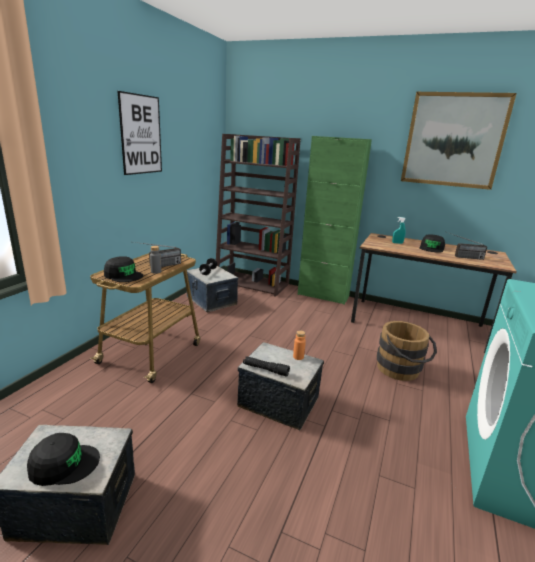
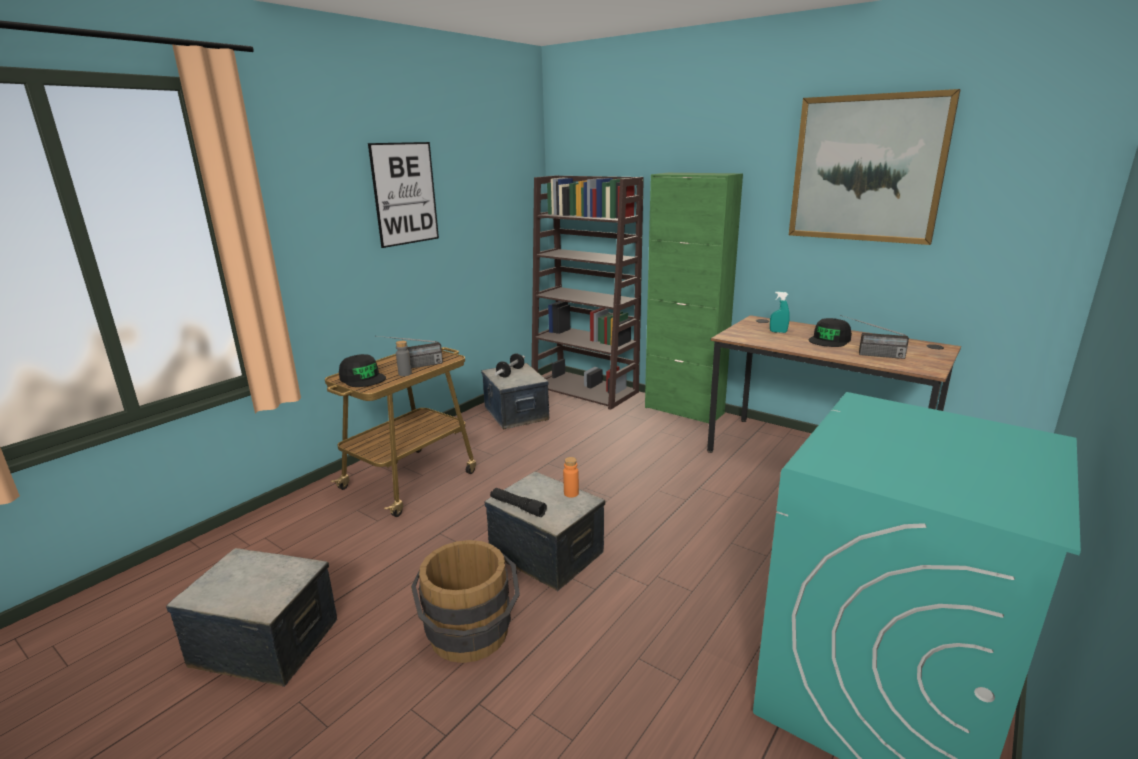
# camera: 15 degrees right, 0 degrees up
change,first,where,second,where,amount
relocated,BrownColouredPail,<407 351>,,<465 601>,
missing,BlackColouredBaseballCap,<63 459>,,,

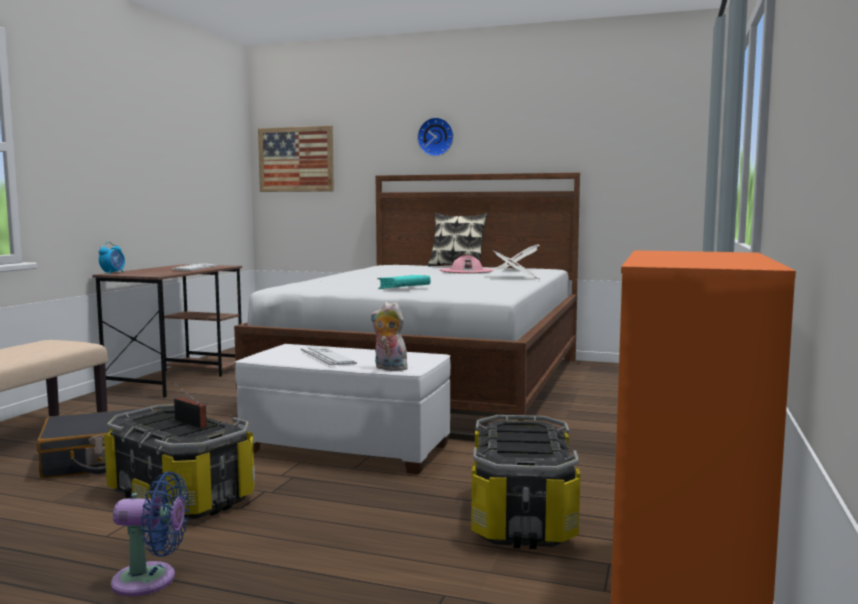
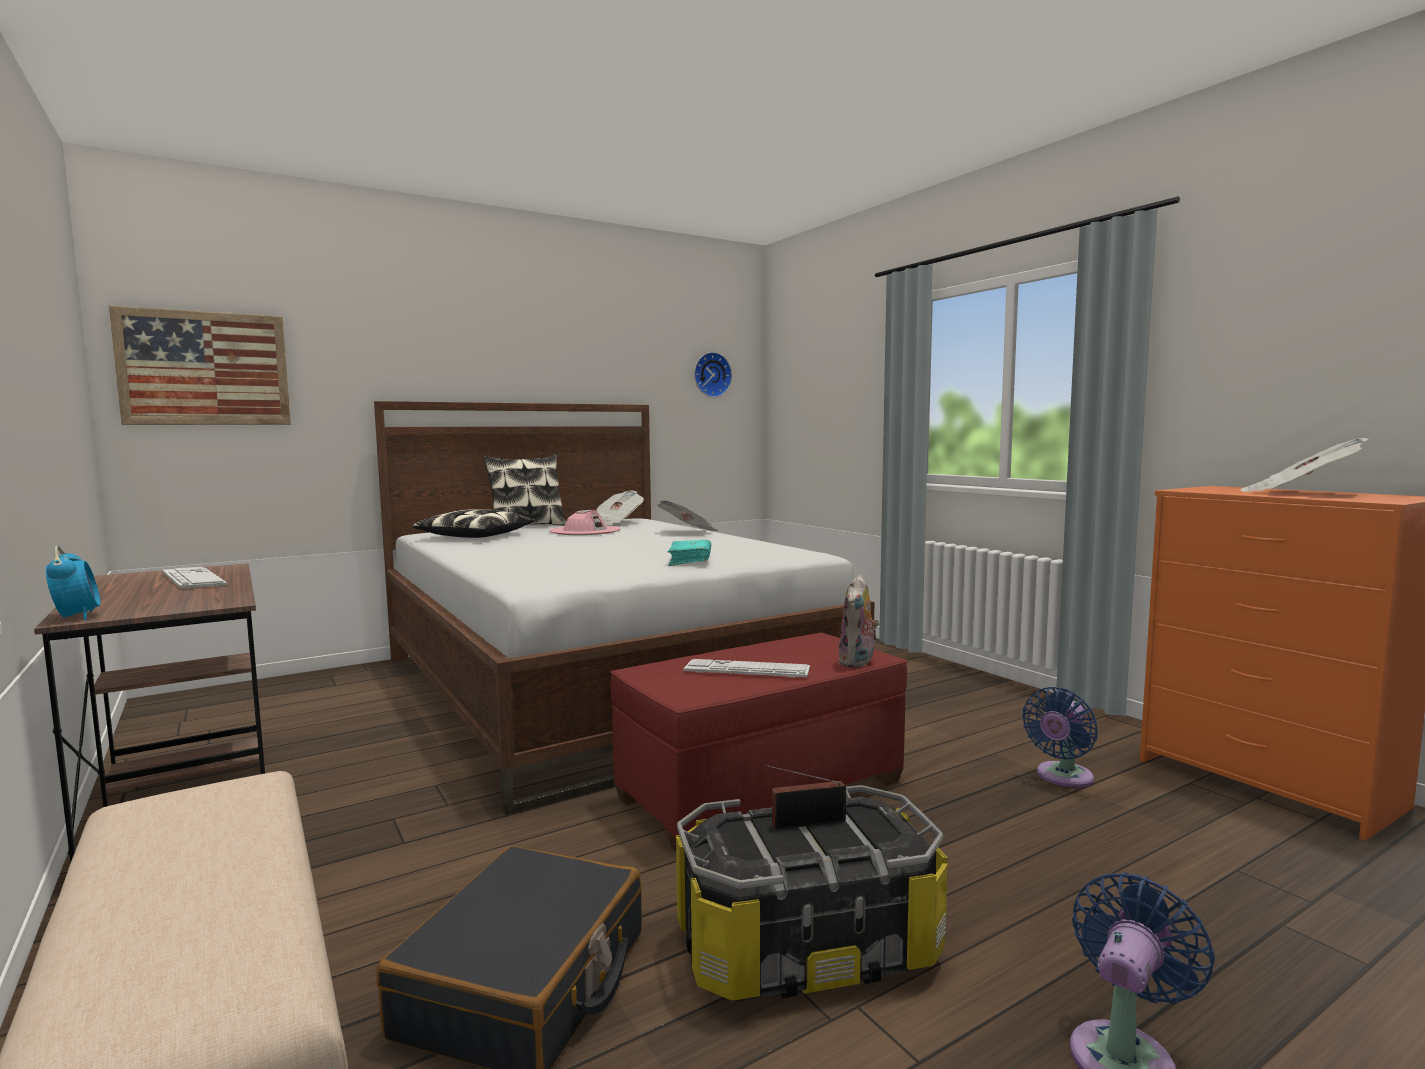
# camera: 50 degrees left, 0 degrees up
change,first,where,second,where,amount
relocated,ClockOnTheWall,<435 136>,,<713 374>,
spun,SoftToy,<389 336>,,<858 621>,45 degrees counterclockwise
colour,WhiteFootrest,<343 409>,ReddishFootrest,<759 741>,
exchanged,StorageContainer,<525 482>,BlueColouredElectricFan,<1060 737>,
appeared,,,Newspaper,<1304 465>,
appeared,,,Pillow,<473 523>,

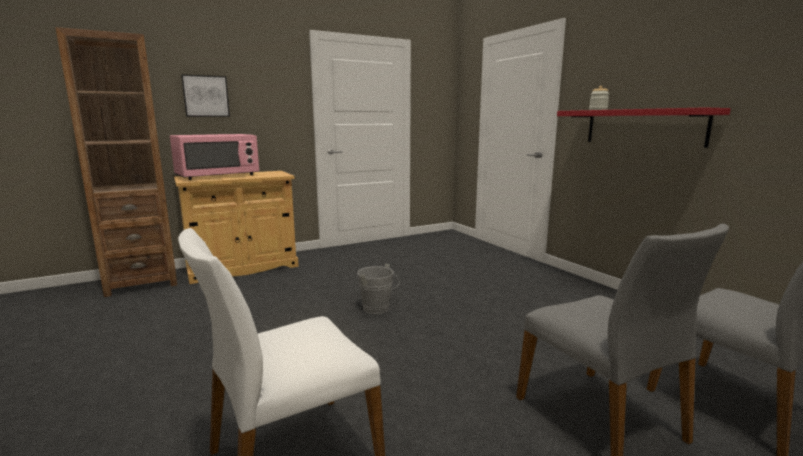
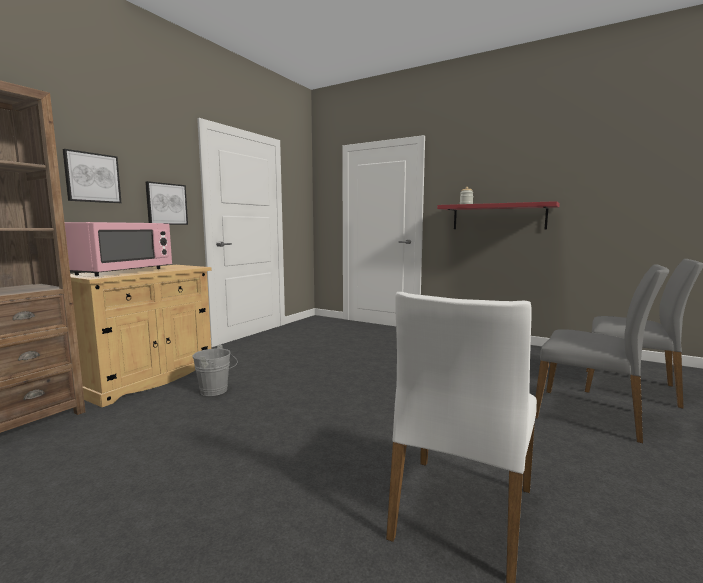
# camera: 30 degrees left, 5 degrees down
change,first,where,second,where,amount
relocated,GreyishPail,<378 288>,,<215 370>,
appeared,,,WallArt,<166 203>,

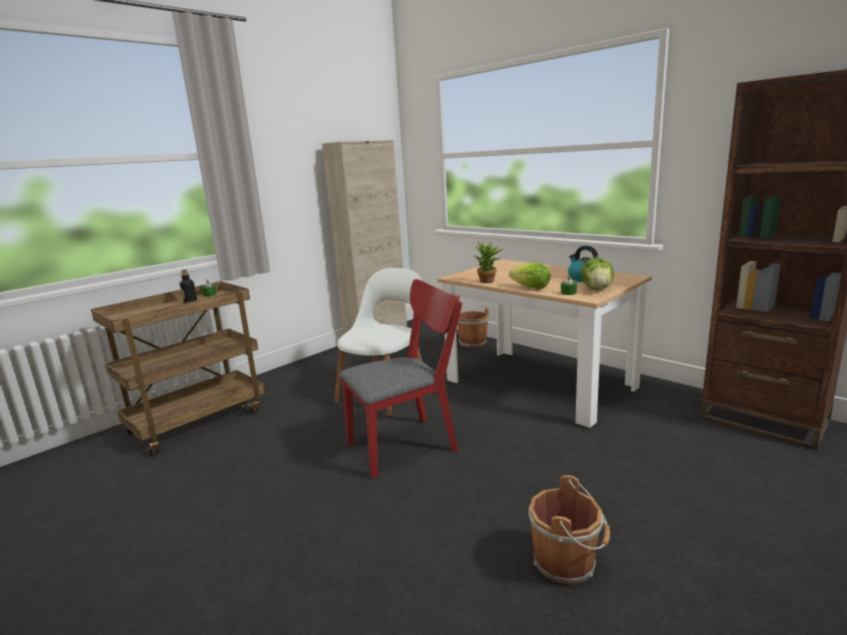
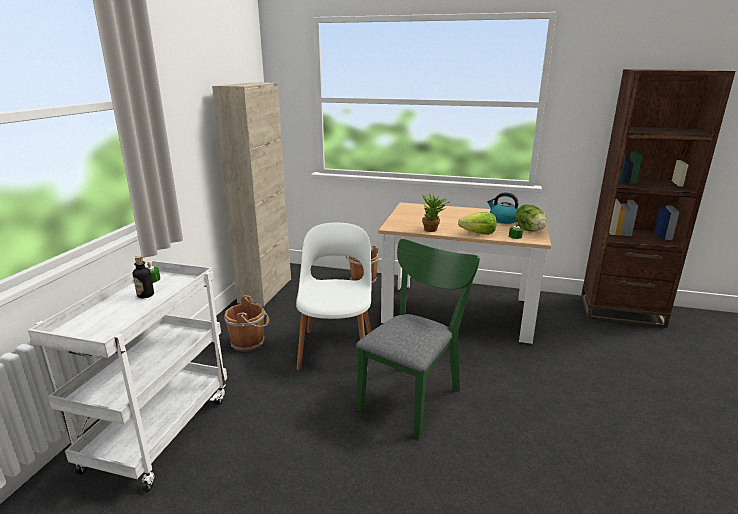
# camera: 30 degrees left, 5 degrees up
change,first,where,second,where,amount
colour,ReddishPlainChair,<401 378>,GreenPlainChair,<418 339>,
colour,BrownColouredWheeledCart,<178 368>,WhiteWheeledCart,<127 376>,
relocated,BrownColouredPail,<569 530>,,<247 323>,

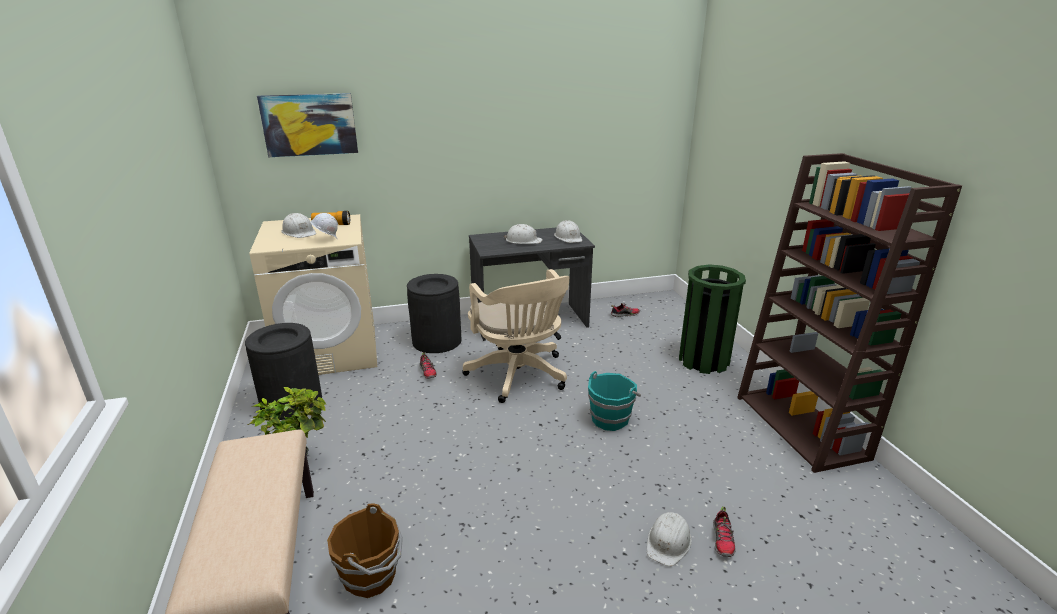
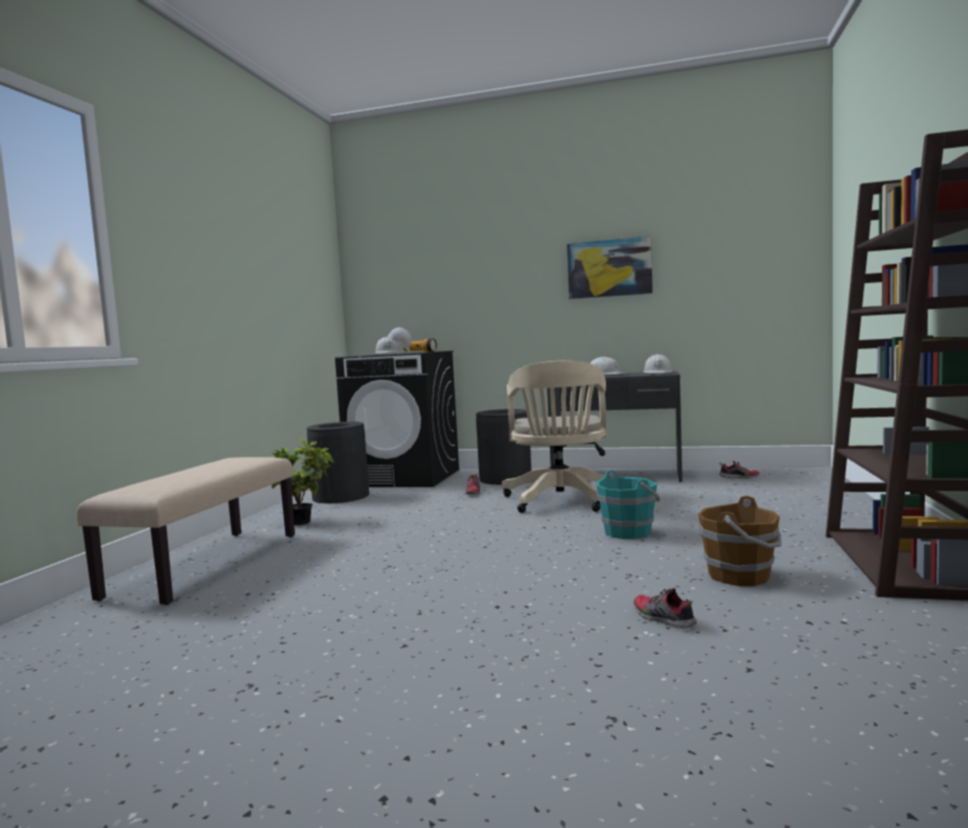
# camera: 30 degrees right, 20 degrees down
change,first,where,second,where,amount
relocated,WallArt,<307 125>,,<610 267>,
colour,BeigeColouredLaundryMachine,<313 294>,BlackColouredLaundryMachine,<397 419>,
missing,GreenTrashCan,<712 319>,,,
relocated,BrownColouredPail,<365 550>,,<739 541>,
spun,ItemOfFootwear,<724 531>,,<665 608>,105 degrees clockwise
missing,WhiteWorkHelmet,<669 539>,,,

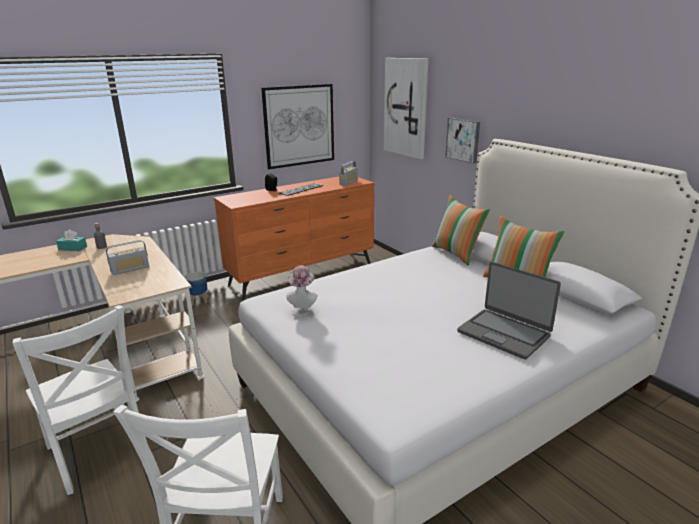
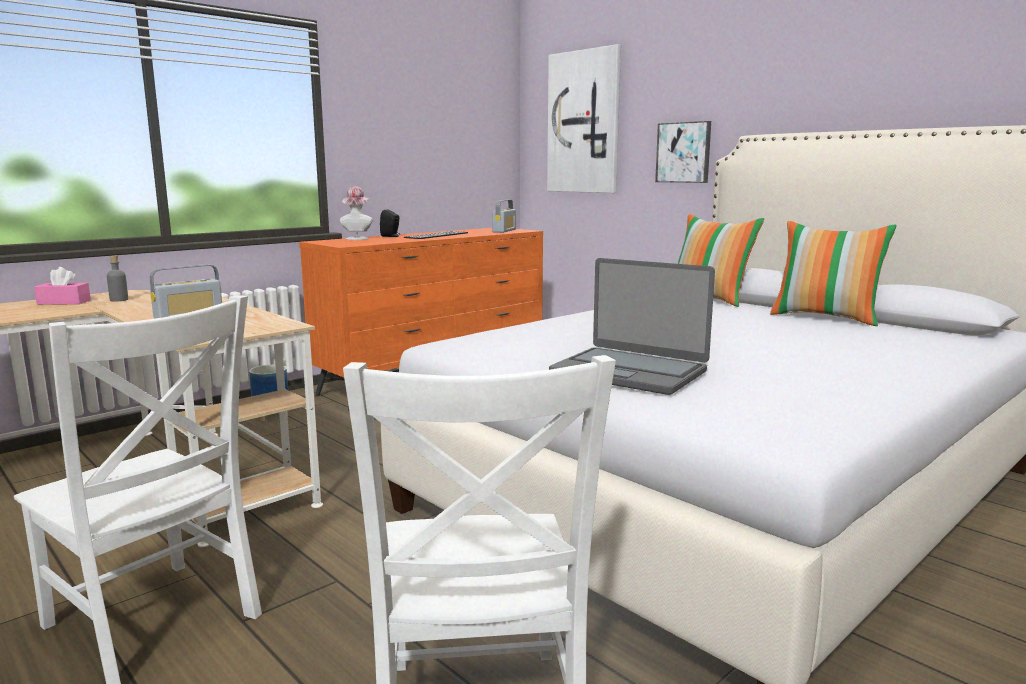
# camera: 10 degrees left, 10 degrees down
change,first,where,second,where,amount
missing,WallArt,<297 126>,,,
colour,TurquoiseTissueHolder,<71 240>,PinkColouredTissueHolder,<62 286>,
relocated,PortableComputer,<509 311>,,<632 326>,
relocated,WearableHat,<302 291>,,<356 213>,

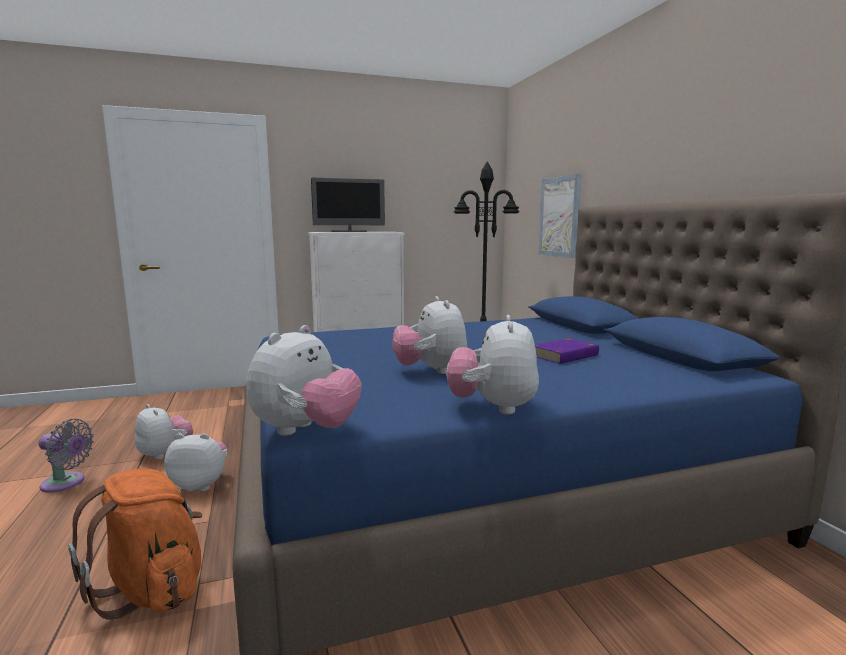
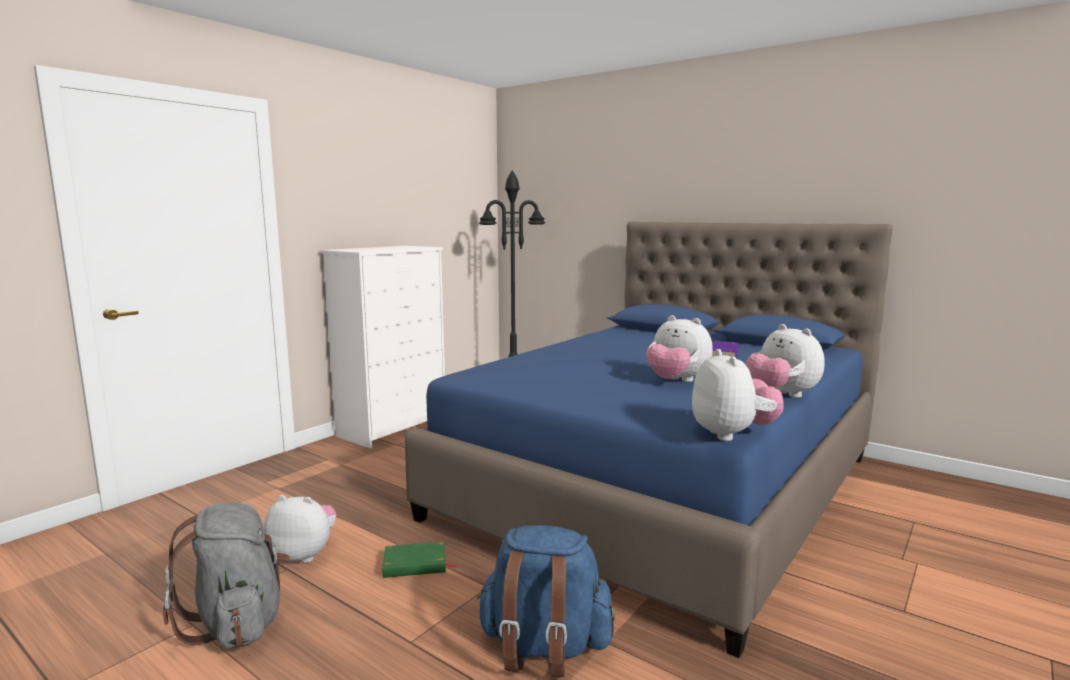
# camera: 35 degrees left, 0 degrees up
change,first,where,second,where,amount
missing,WallArt,<559 215>,,,
missing,ComputerDisplay,<348 205>,,,
exchanged,GreyishElectricFan,<66 456>,GreyishBackpack,<226 575>,
exchanged,SoftToy,<196 463>,GreenVolume,<419 559>,
colour,OrangeBackpack,<135 544>,BlueColouredBackpack,<546 601>,

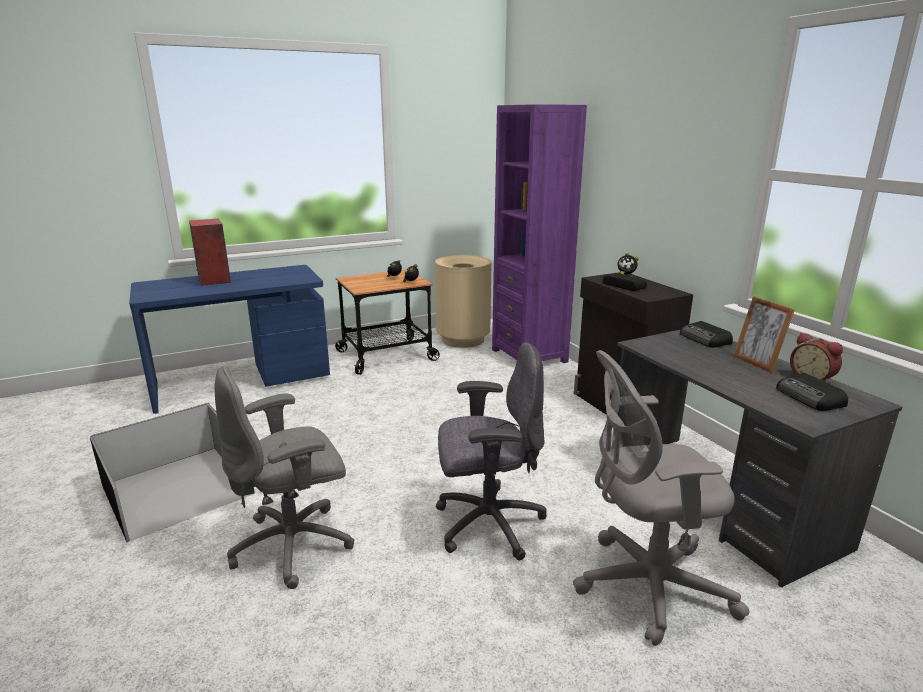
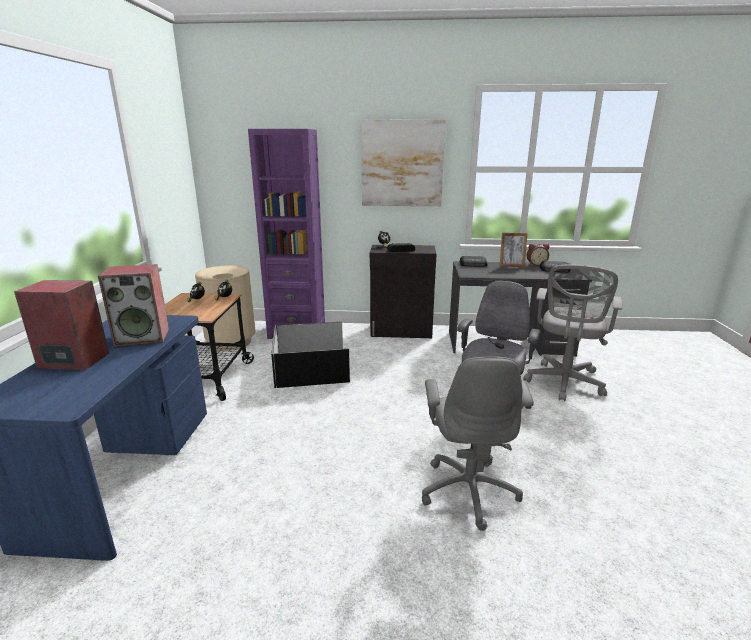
# camera: 60 degrees left, 0 degrees up
change,first,where,second,where,amount
relocated,BlackColouredStorageContainer,<171 472>,,<310 355>,
appeared,,,WallArt,<403 162>,
appeared,,,Loudspeaker,<133 305>,

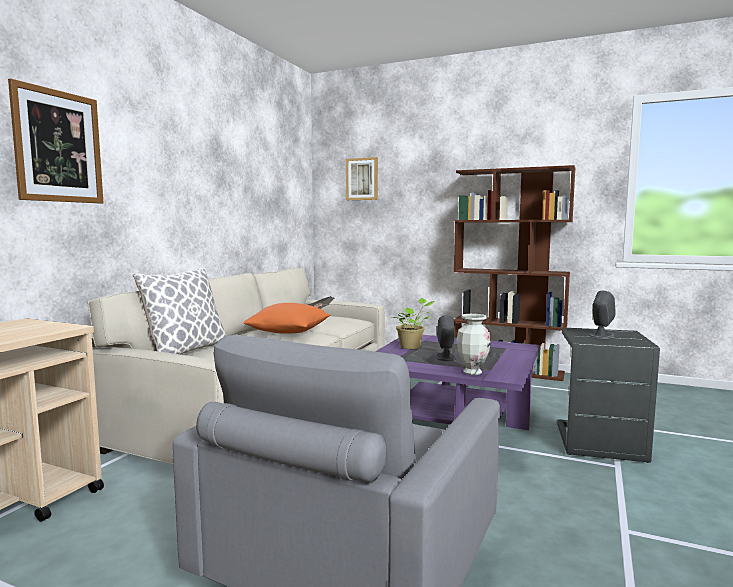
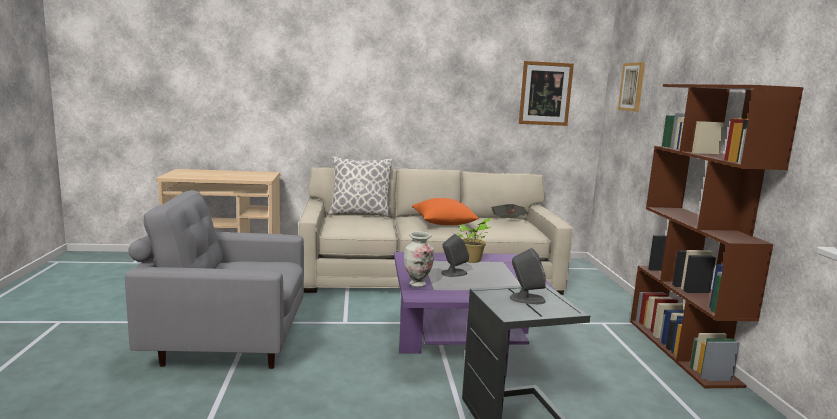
# camera: 60 degrees right, 5 degrees up
change,first,where,second,where,amount
relocated,WallArt,<55 141>,,<546 93>,

